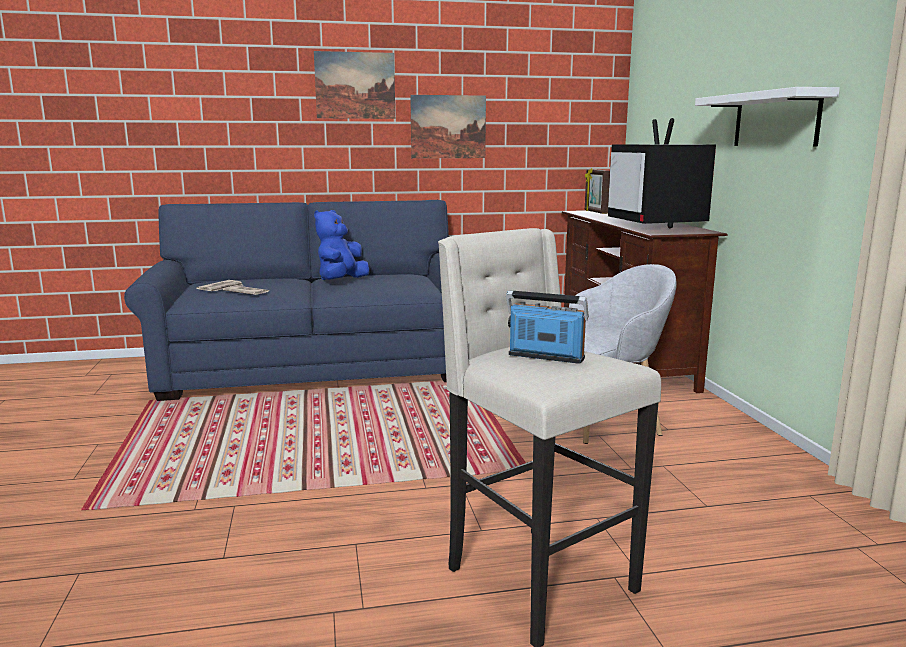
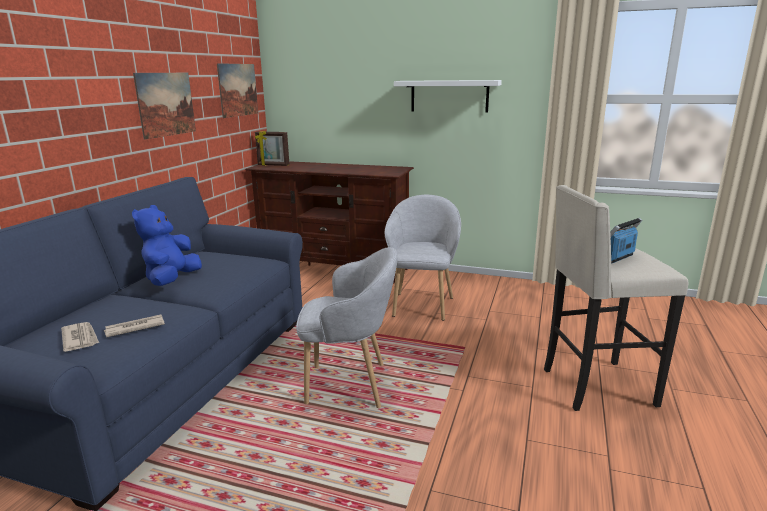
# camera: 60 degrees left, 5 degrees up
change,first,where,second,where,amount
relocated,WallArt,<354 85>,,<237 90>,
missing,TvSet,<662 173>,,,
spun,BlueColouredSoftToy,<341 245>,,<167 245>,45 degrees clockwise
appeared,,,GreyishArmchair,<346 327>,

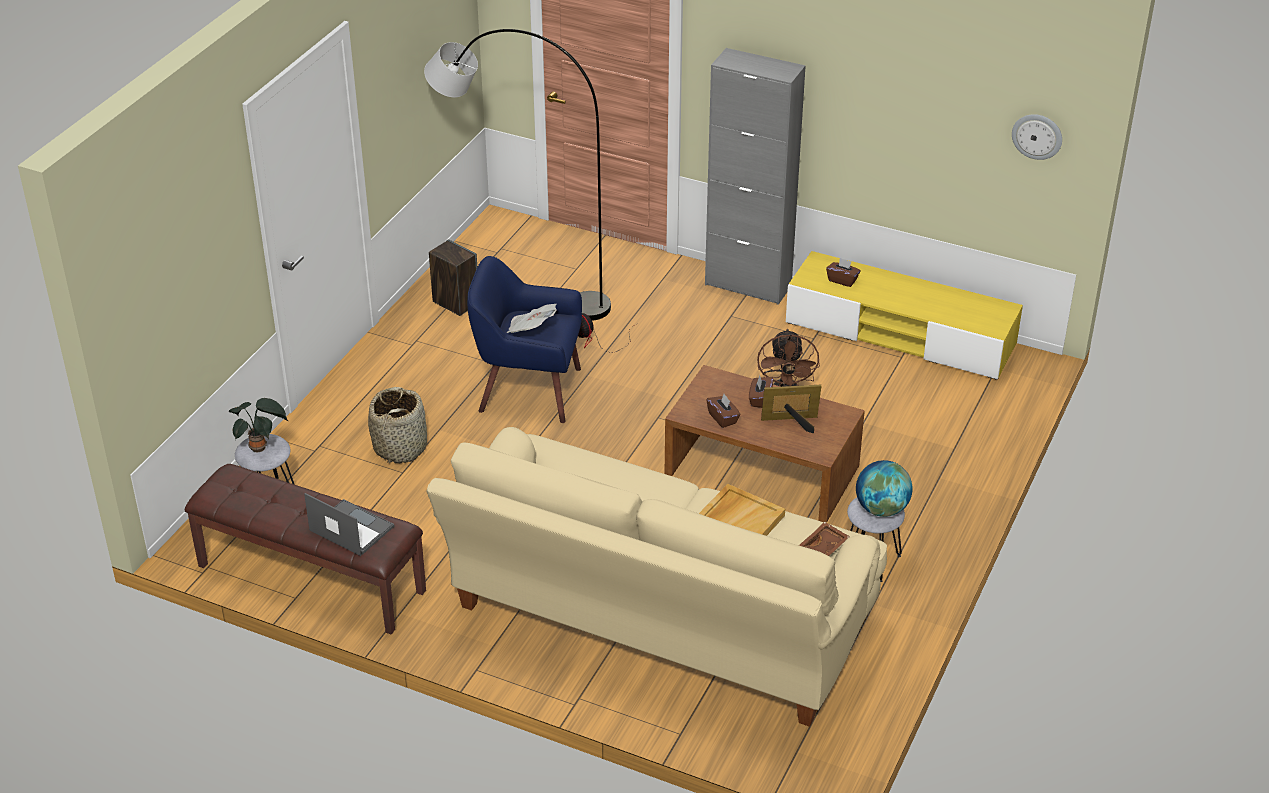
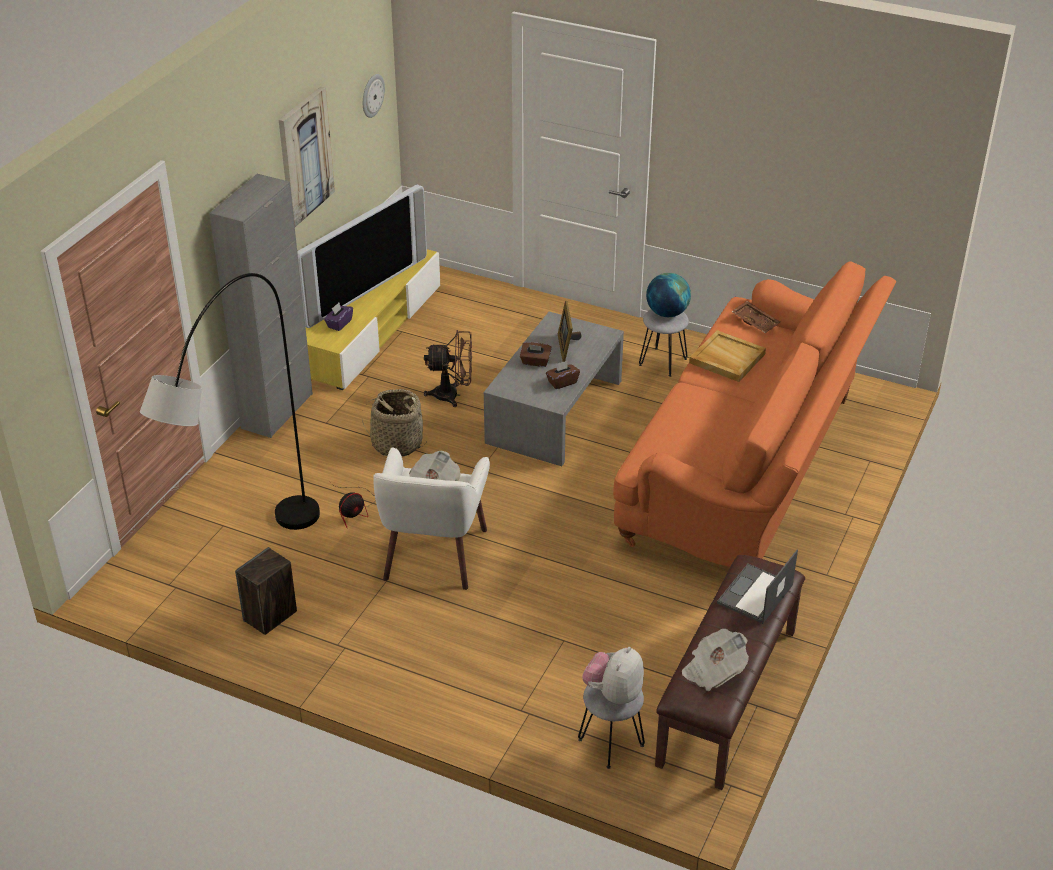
# camera: 90 degrees left, 0 degrees up
change,first,where,second,where,amount
colour,BlueColouredArmchair,<524 339>,WhiteArmchair,<431 519>,
colour,BrownColouredTissueHolder,<843 272>,PurplishTissueHolder,<338 317>,
colour,BrownColouredLowTable,<765 444>,GreyishLowTable,<554 389>,
relocated,StorageBasket,<397 425>,,<394 422>,
exchanged,Houseplant,<258 425>,SoftToy,<613 675>,
colour,BeigeColouredSofa,<656 577>,OrangeSofa,<754 414>,
appeared,,,WallArt,<307 157>,
appeared,,,TvSet,<362 256>,
appeared,,,Newspaper,<715 660>,

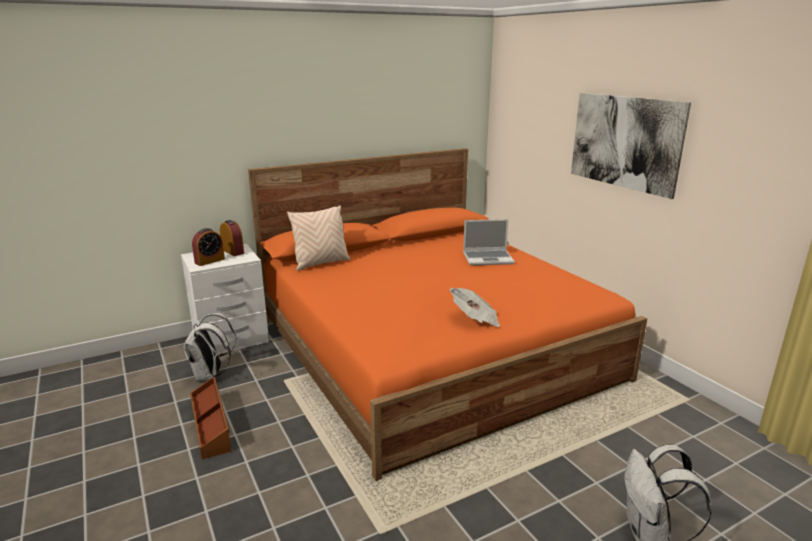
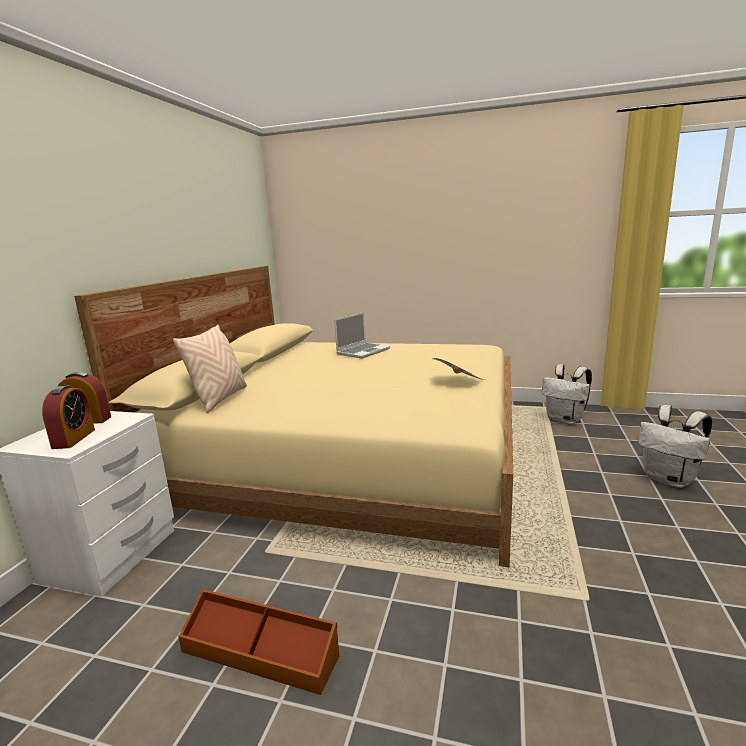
# camera: 45 degrees left, 5 degrees down
change,first,where,second,where,amount
missing,WallArt,<631 146>,,,
colour,OrangeBedroomBed,<447 314>,BeigeColouredBedroomBed,<293 416>,
relocated,WhiteBackpack,<210 347>,,<567 394>,

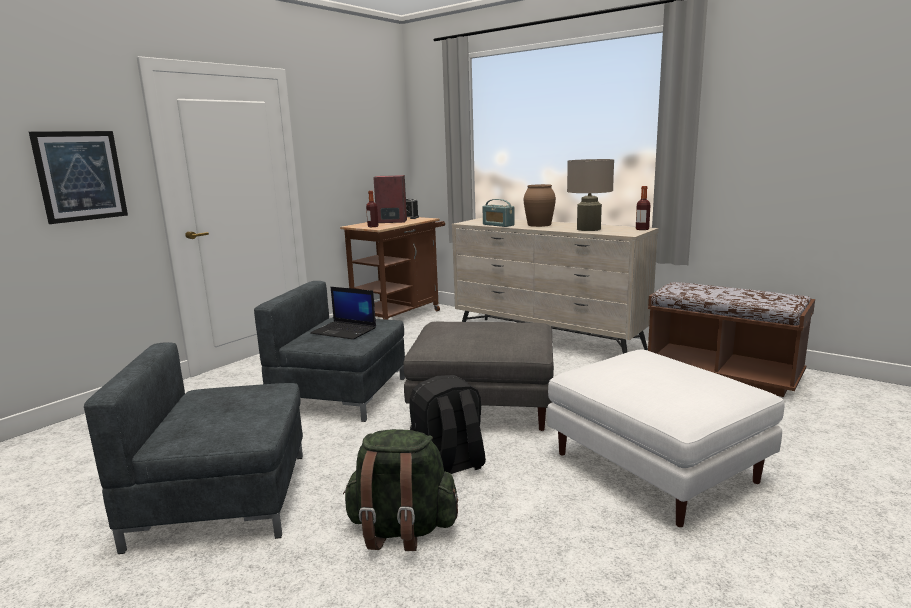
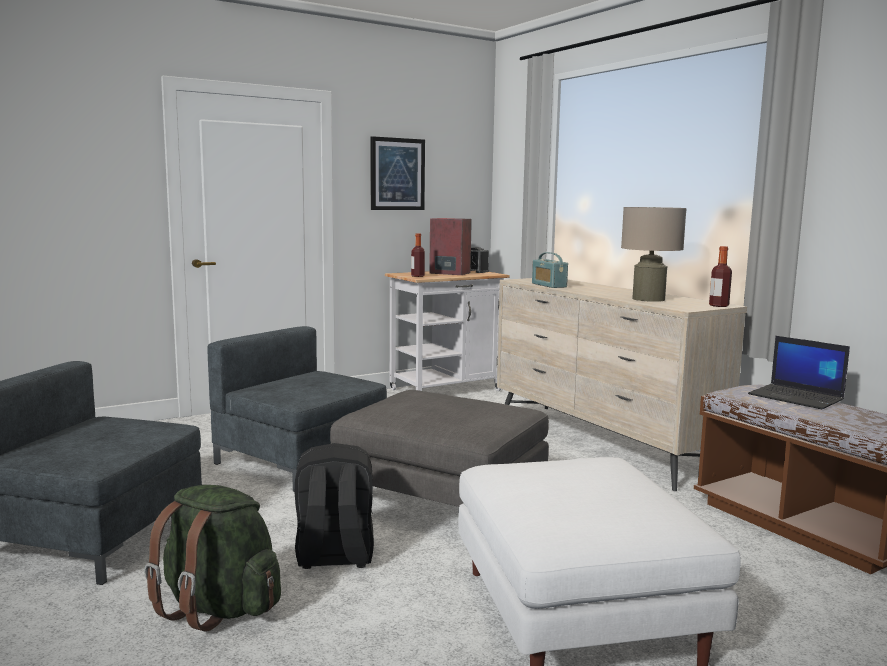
# camera: 20 degrees right, 5 degrees down
change,first,where,second,where,amount
relocated,WallArt,<78 177>,,<397 173>,
missing,BrownColouredFlowerVase,<540 205>,,,
colour,BrownColouredWheeledCart,<392 268>,WhiteWheeledCart,<447 331>,
relocated,PortableComputer,<343 313>,,<799 372>,

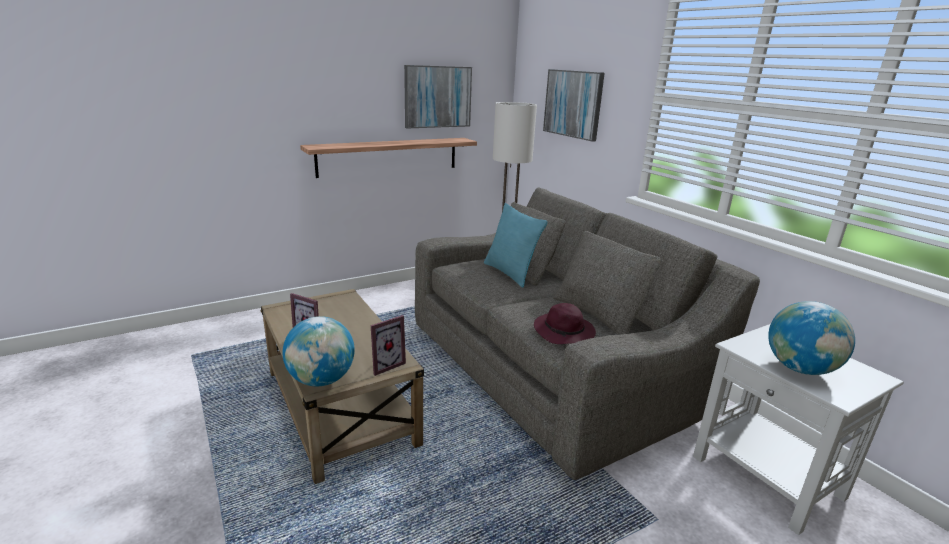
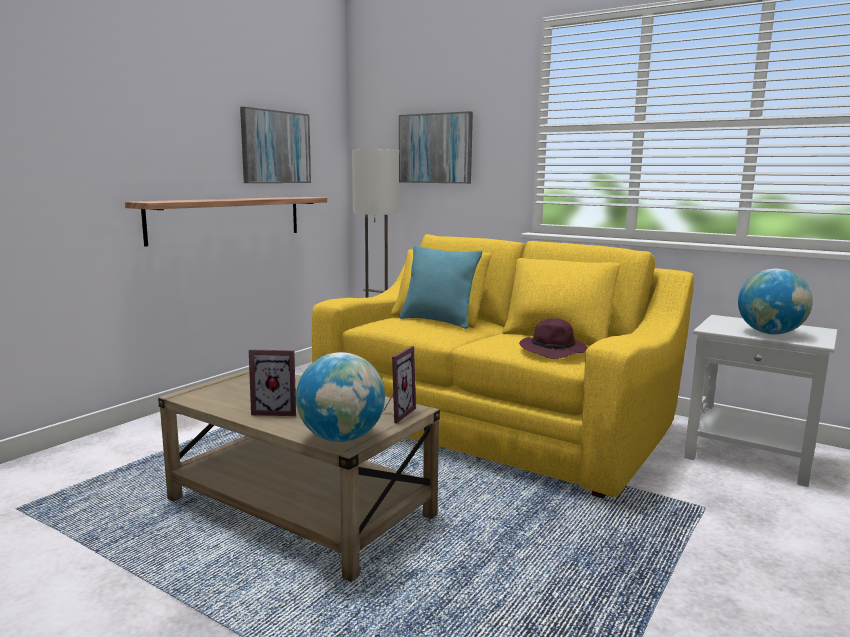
# camera: 25 degrees left, 10 degrees down
change,first,where,second,where,amount
colour,GreyishSofa,<587 333>,YellowSofa,<503 366>,

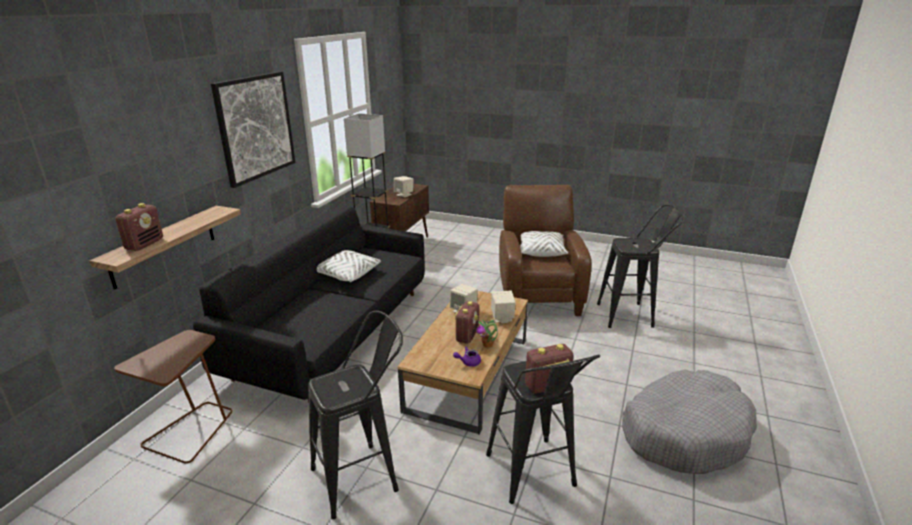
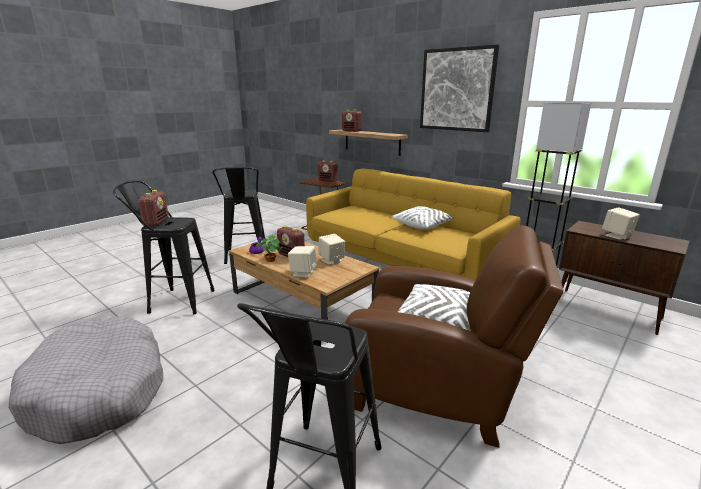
# camera: 110 degrees right, 5 degrees down
change,first,where,second,where,amount
colour,BlackColouredSofa,<309 304>,YellowSofa,<413 224>,
appeared,,,Radio,<328 171>,

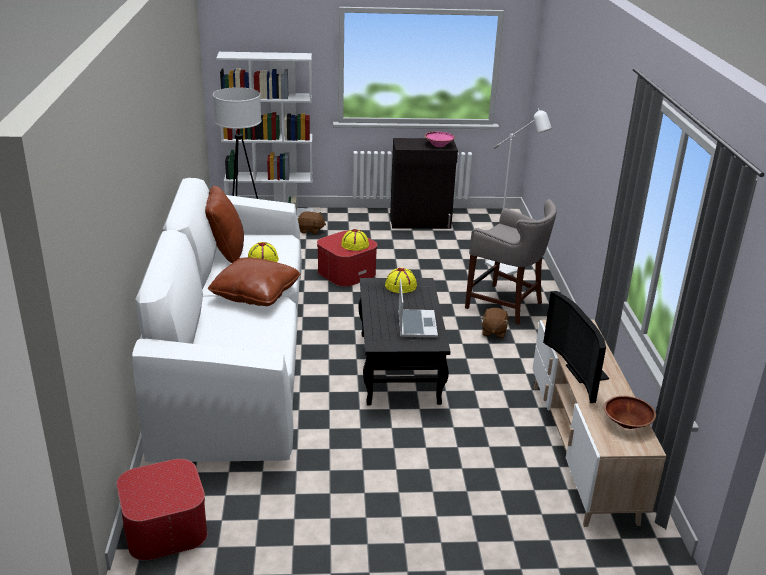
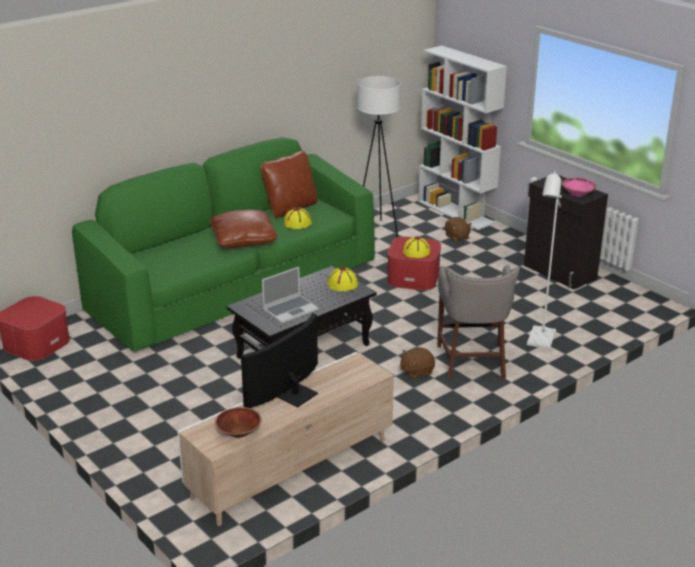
# camera: 55 degrees right, 0 degrees up
change,first,where,second,where,amount
colour,WhiteSofa,<217 320>,GreenSofa,<223 244>,

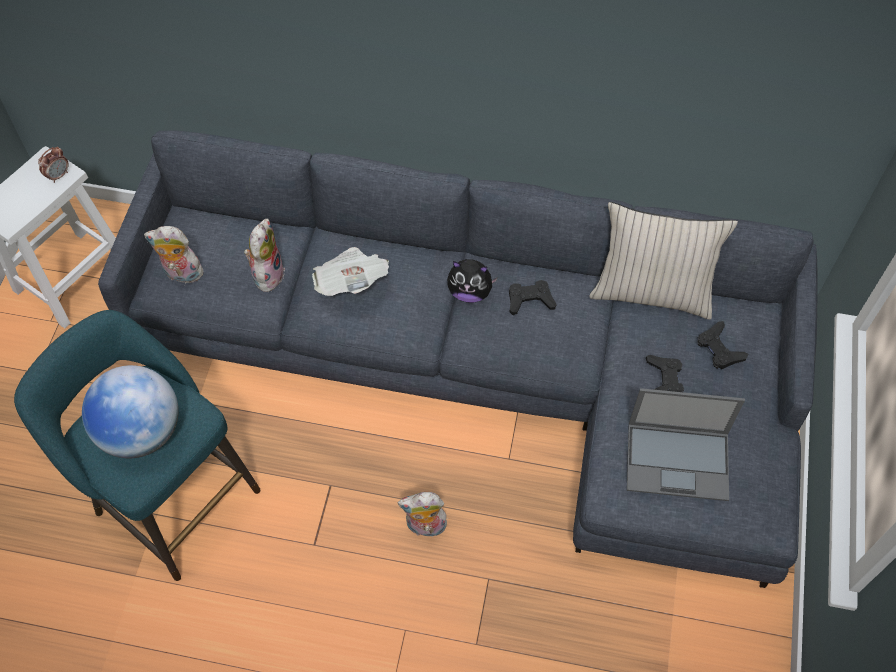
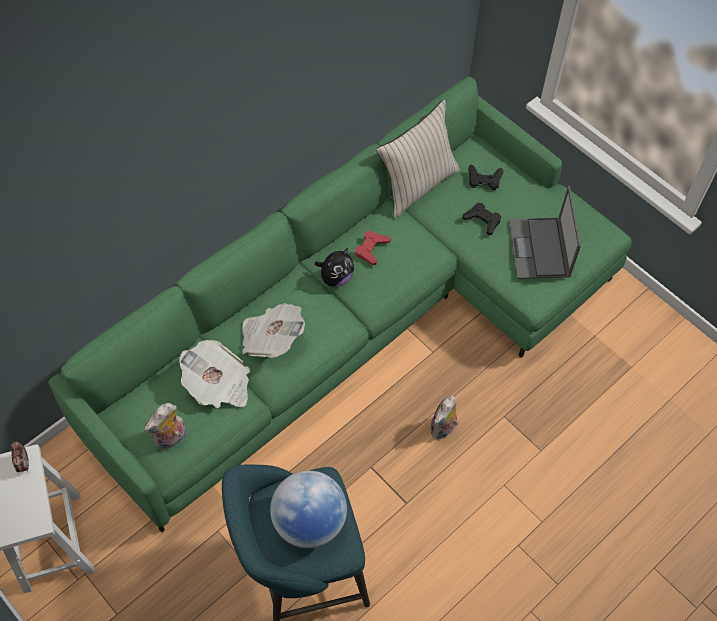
# camera: 55 degrees left, 0 degrees up
change,first,where,second,where,amount
colour,GreyishSofa,<458 359>,GreenSofa,<340 304>,
exchanged,SoftToy,<264 255>,Newspaper,<214 374>,
colour,BlackColouredJoypad,<533 297>,ReddishJoypad,<373 248>,
spun,PortableComputer,<686 444>,,<545 232>,135 degrees clockwise

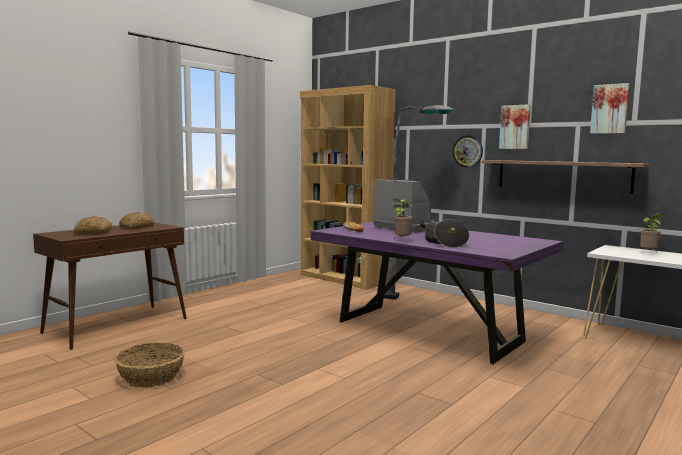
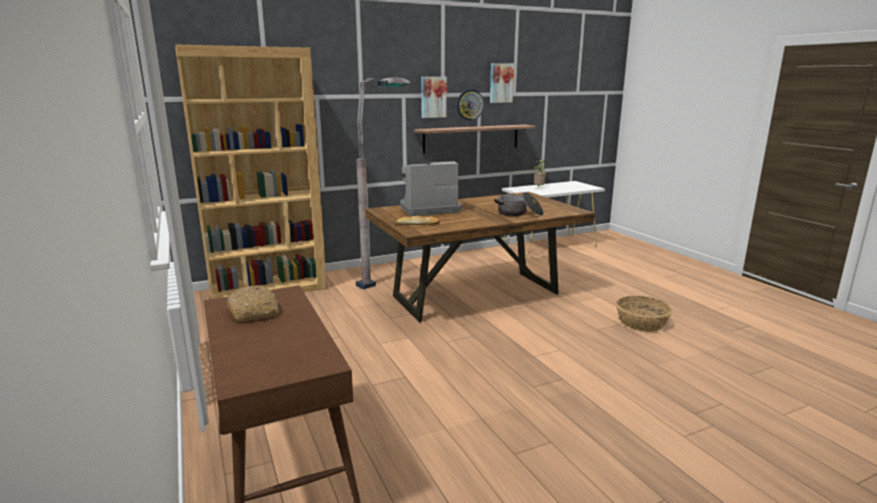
# camera: 65 degrees left, 10 degrees up
change,first,where,second,where,amount
relocated,ClockOnTheWall,<467 151>,,<470 104>,
missing,Houseplant,<403 217>,,,
missing,Bread,<93 225>,,,
colour,PurplishDinnerTable,<436 293>,BrownColouredDinnerTable,<480 257>,
relocated,StorageBasket,<149 365>,,<644 314>,

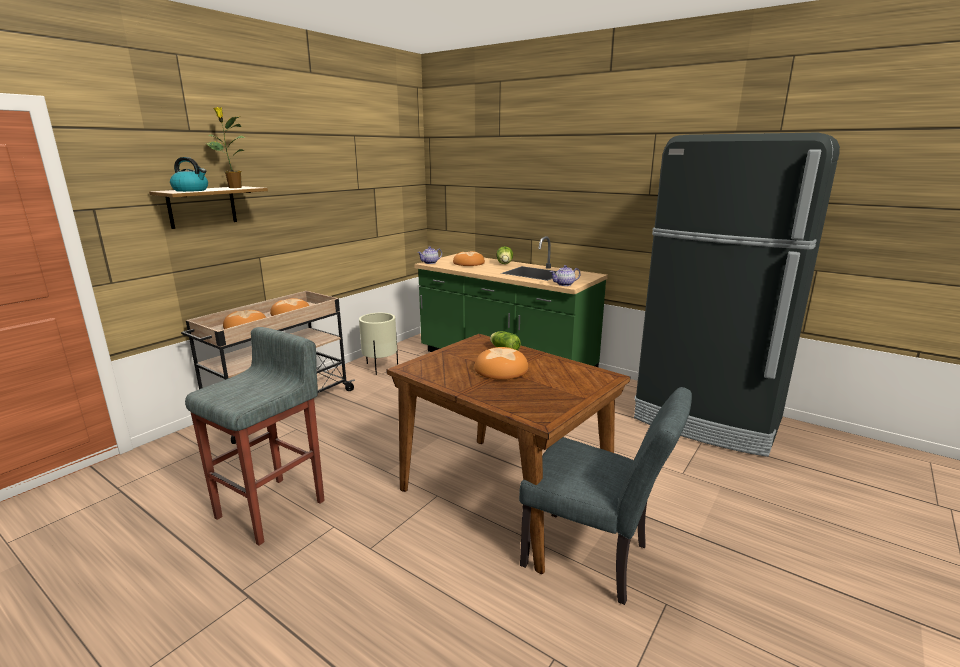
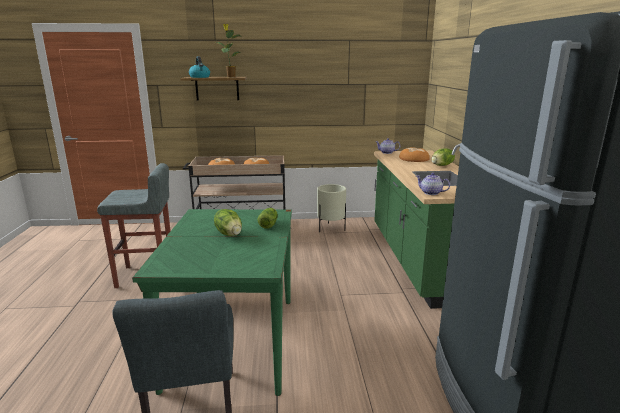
# camera: 50 degrees right, 0 degrees up
change,first,where,second,where,amount
colour,BrownColouredDinnerTable,<508 454>,GreenDinnerTable,<212 302>,
exchanged,Bread,<501 363>,Lettuce,<228 222>,

